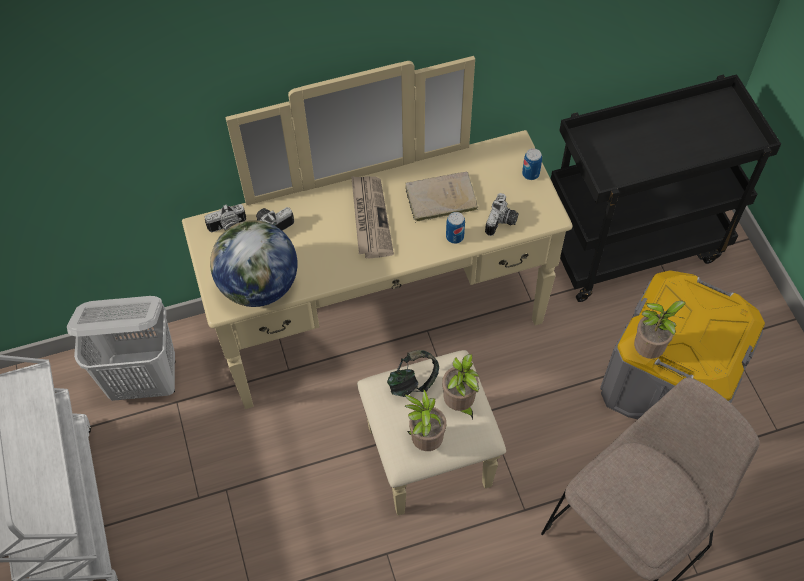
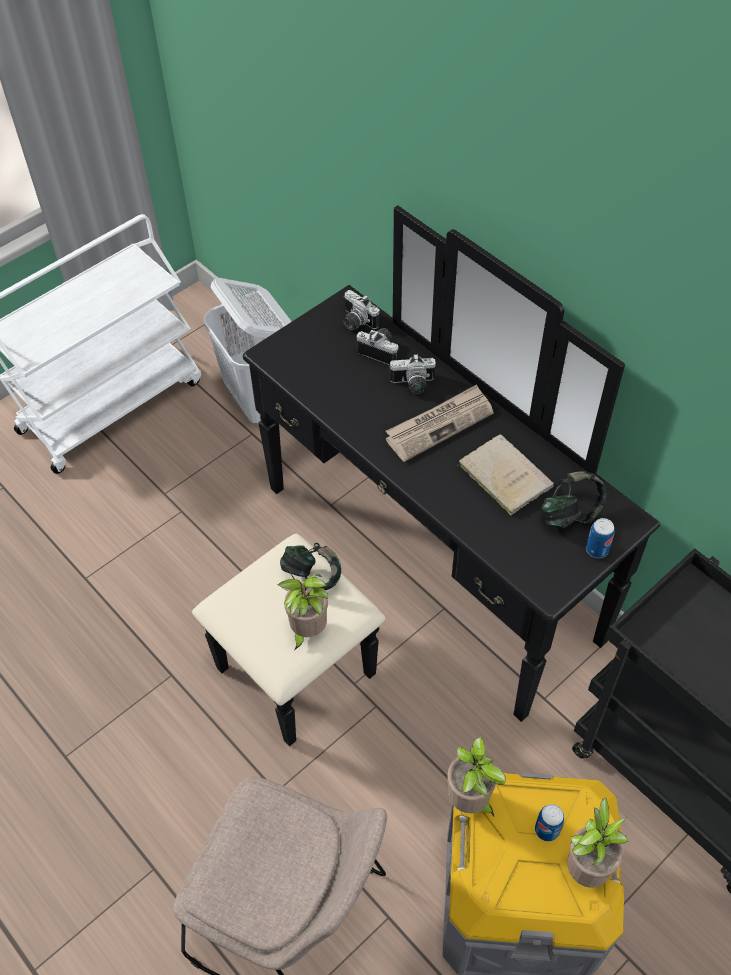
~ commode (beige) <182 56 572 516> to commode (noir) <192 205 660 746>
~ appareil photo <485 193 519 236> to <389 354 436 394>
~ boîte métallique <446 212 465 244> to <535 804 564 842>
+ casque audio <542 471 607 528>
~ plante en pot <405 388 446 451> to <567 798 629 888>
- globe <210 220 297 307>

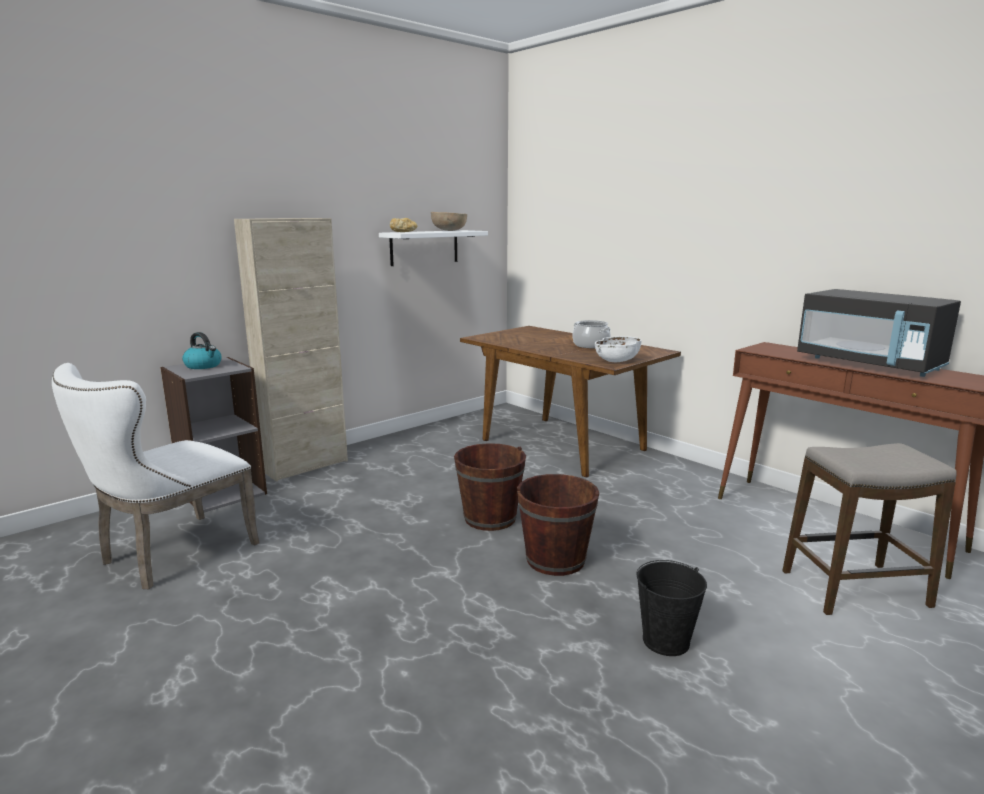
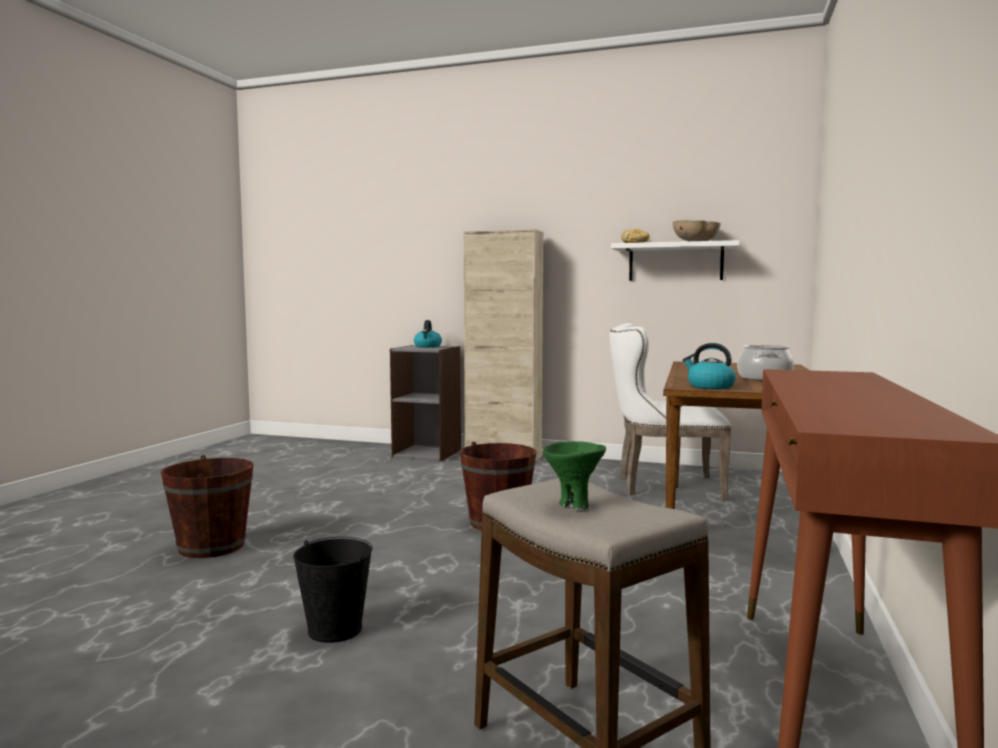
~ seau (marron) <517 474 599 576> to <161 455 253 558>
+ bol (vert) <543 441 606 509>
~ chaise (blanc) <52 363 260 589> to <610 323 732 501>
~ bol (blanc) <595 336 642 362> to bouilloire <683 343 736 389>
- micro-ondes (noir) <797 289 961 377>

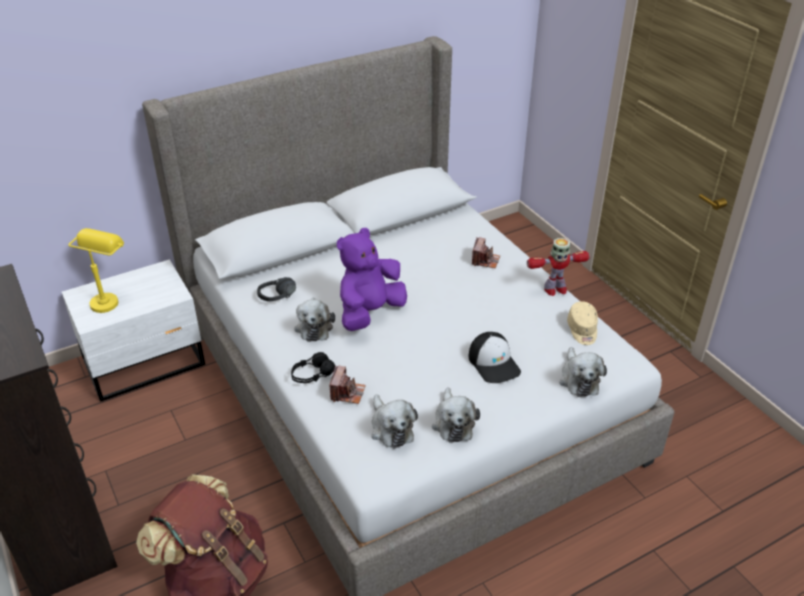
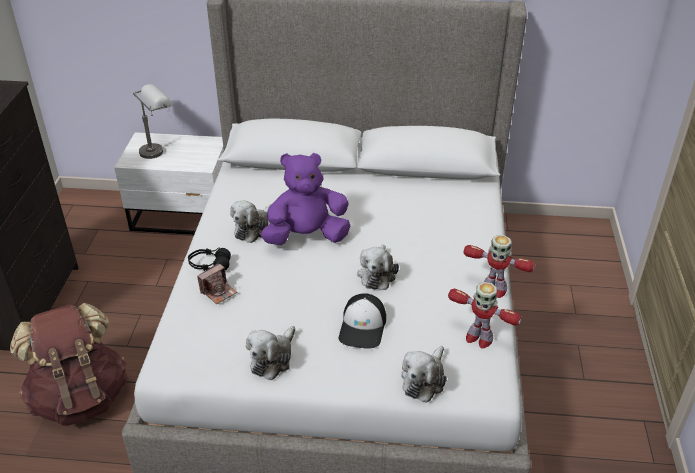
~ lampe de table (jaune) <68 228 124 313> to lampe de table (gris) <133 84 173 159>
~ peluche <371 395 418 448> to <357 245 399 290>
~ casquette (beige) <567 301 598 345> to robot jouet <448 282 522 348>
- casque audio (noir) <257 277 296 302>
- appareil photo <472 237 500 268>

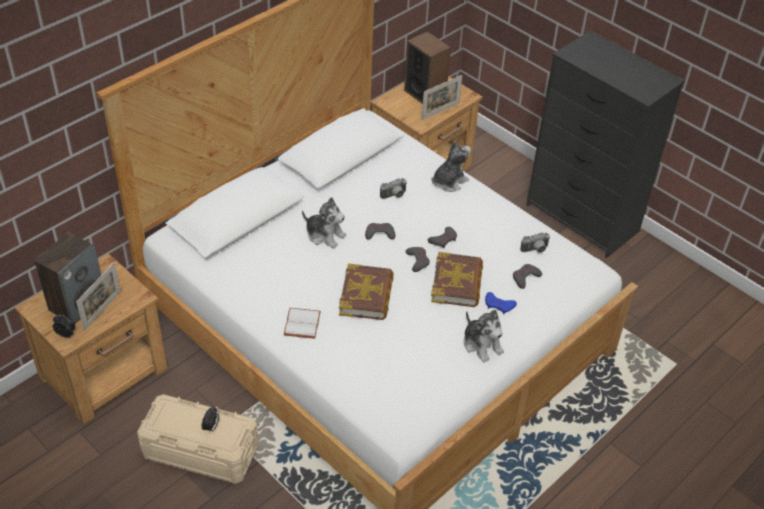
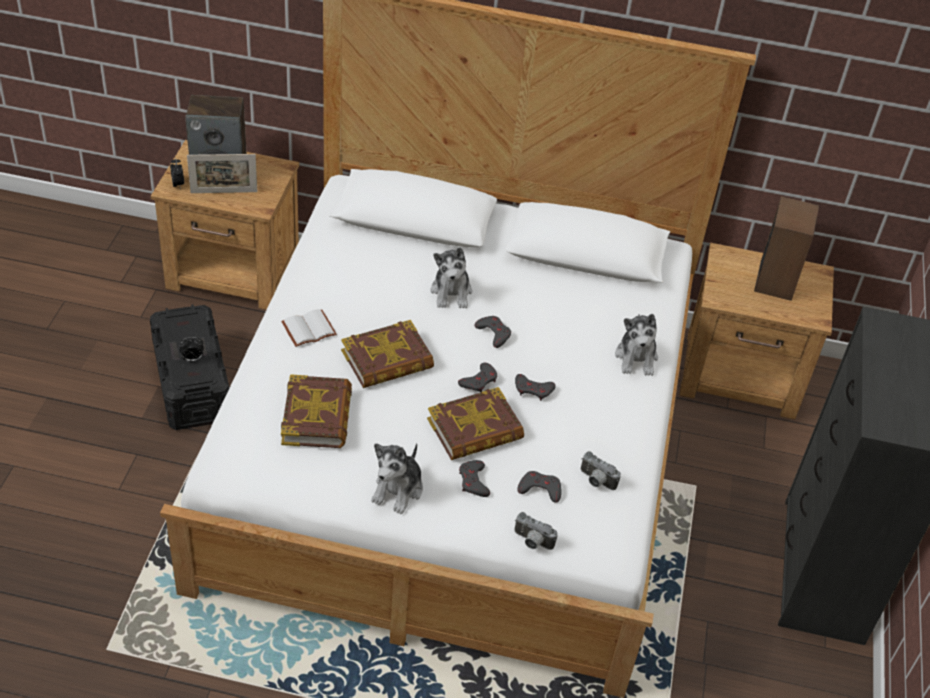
~ boîte de rangement (beige) <137 394 259 484> to boîte de rangement (noir) <150 304 230 430>
+ livre <281 374 352 448>
~ manette (bleu) <485 292 517 314> to manette (gris) <459 460 490 497>
~ appareil photo <380 178 407 199> to <514 512 558 550>
~ peluche <431 141 471 192> = <615 314 658 376> 75 degrees clockwise
- cadre photo <421 75 462 120>

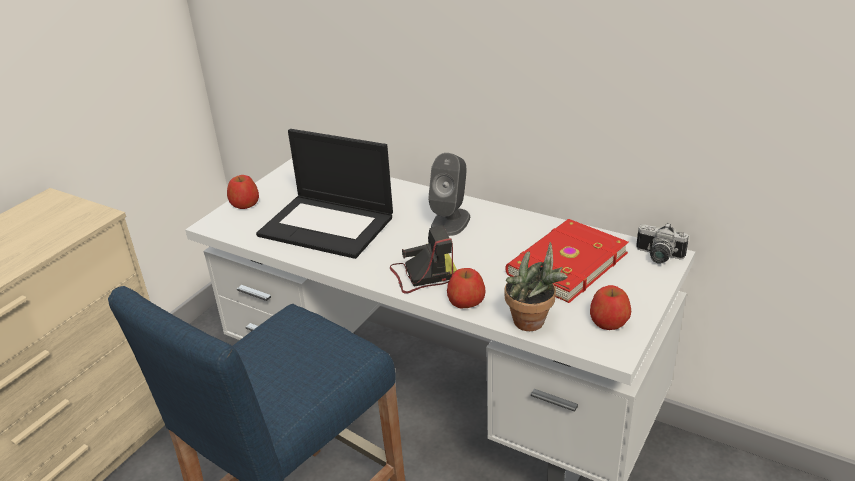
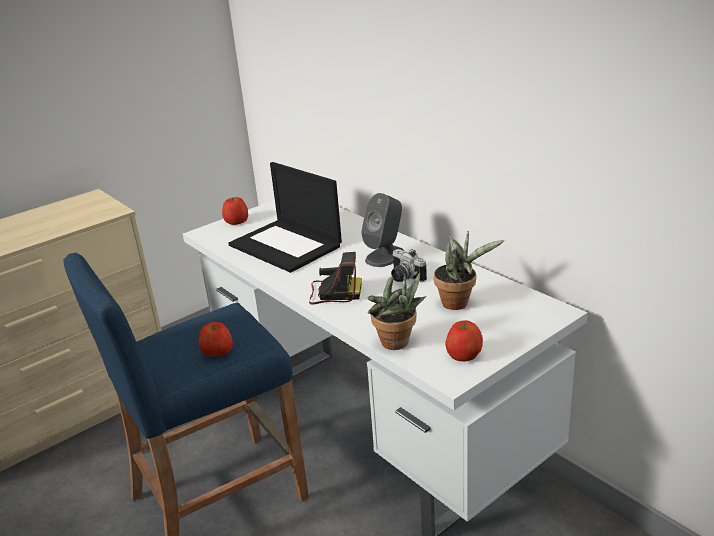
~ pomme <447 268 486 308> to <198 322 233 357>
~ appareil photo <636 223 689 264> to <391 249 427 282>
~ livre (rouge) <506 219 629 303> to plante en pot <434 231 505 310>

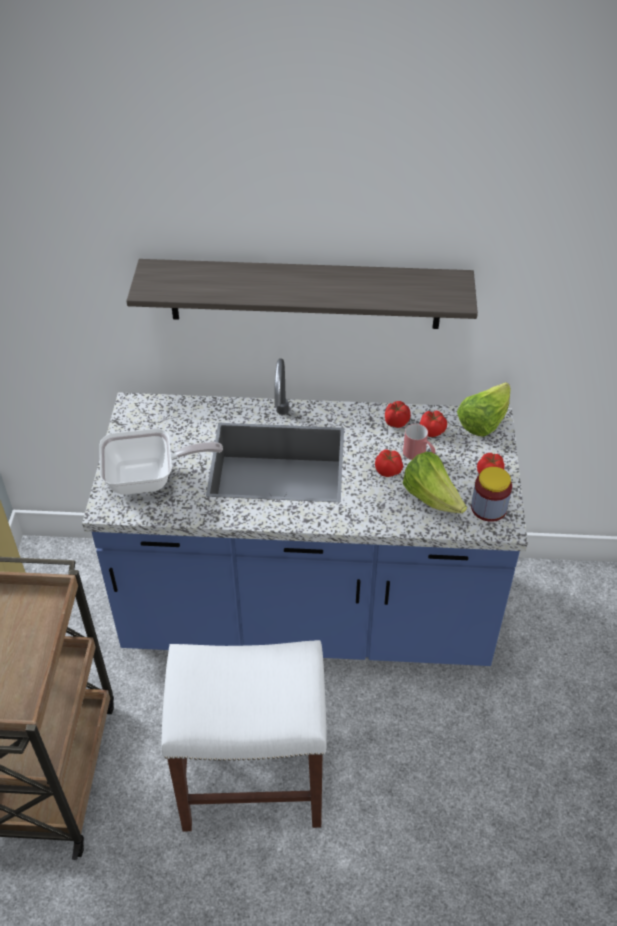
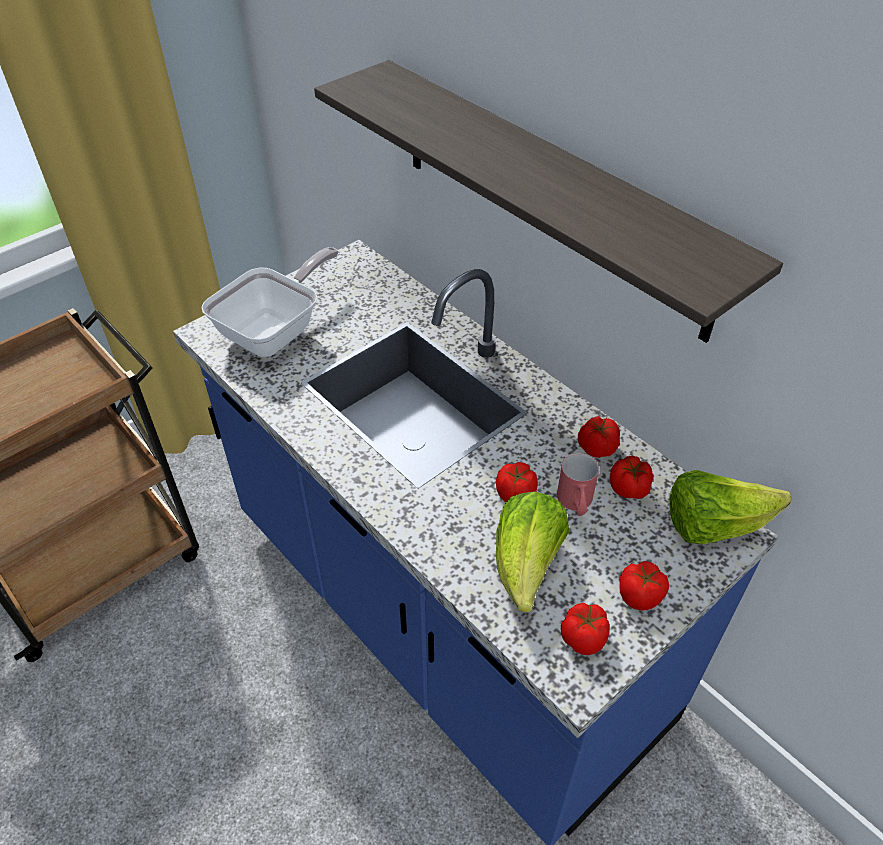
~ poêle <99 429 223 495> = <201 247 339 357> 90 degrees counterclockwise
~ bocal <471 467 512 522> to tomate <561 603 610 655>
- tabouret (blanc) <161 640 327 832>

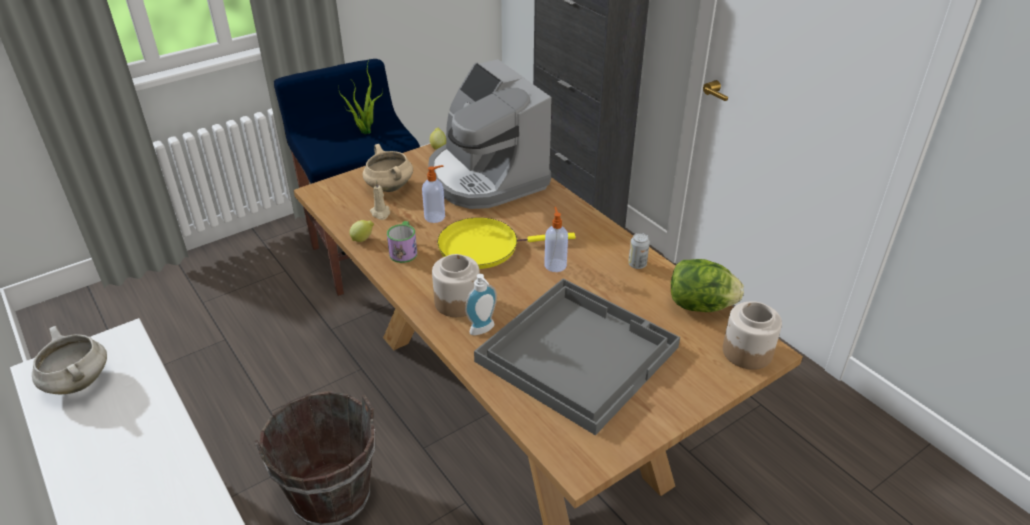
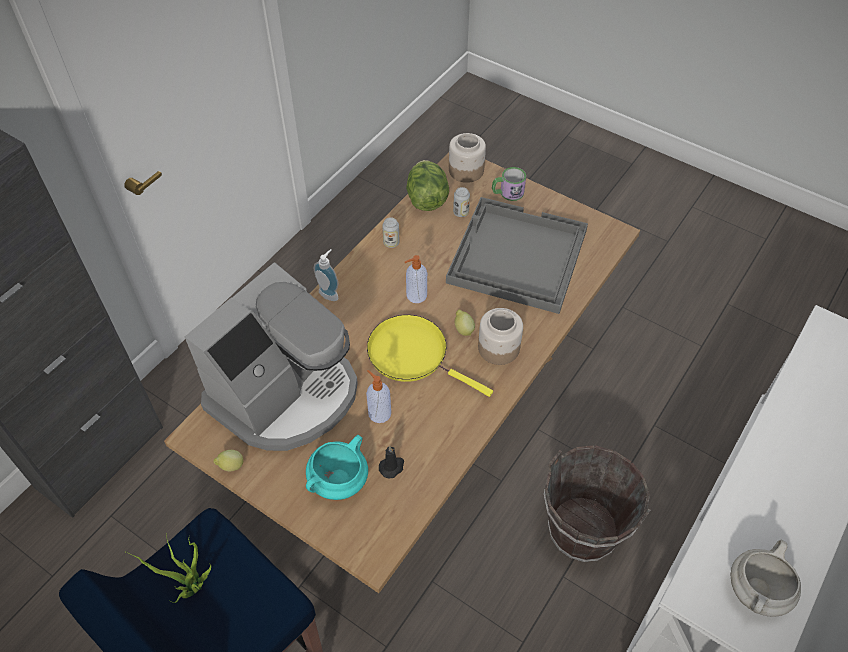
~ marmite (beige) <363 144 413 192> to marmite (turquoise) <306 435 368 500>
~ distributeur de savon <465 274 497 335> to <314 249 339 301>
~ poêle (jaune) <437 217 576 269> = <367 315 493 397> 150 degrees clockwise
~ bougie (beige) <370 180 390 220> to bougie (noir) <379 446 404 478>
+ boîte métallique <453 187 470 217>
~ citron <349 220 374 242> to <455 309 475 336>
~ mug <387 221 417 263> to <492 167 526 201>

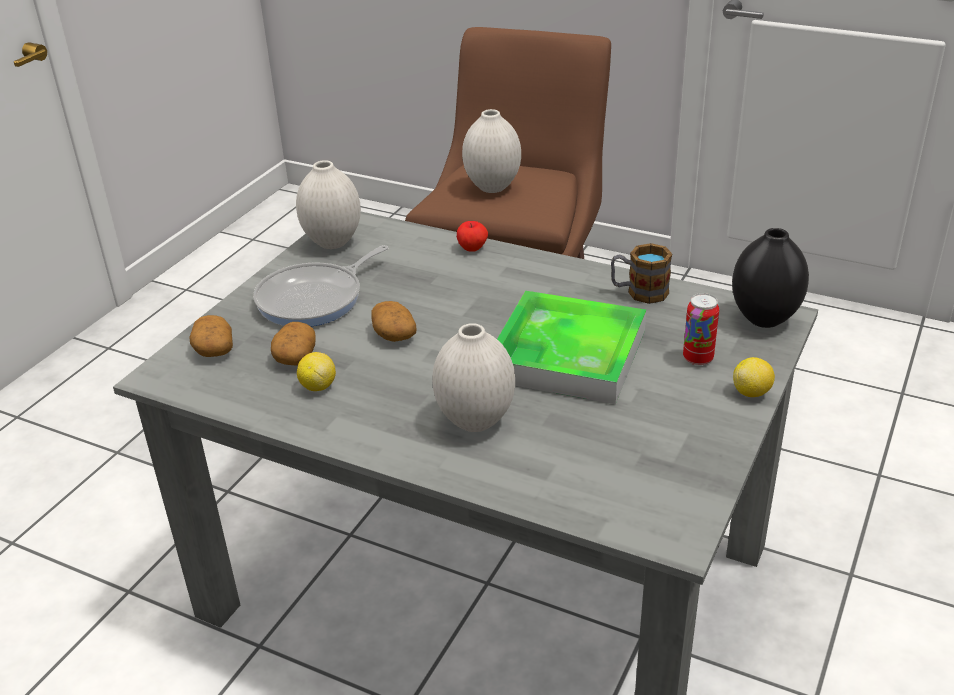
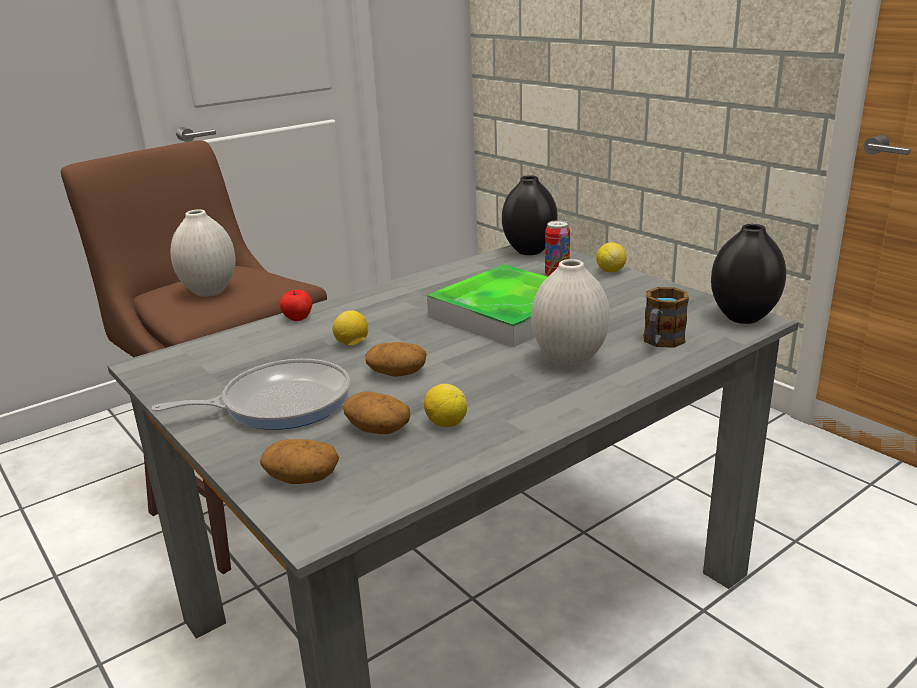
~ poêle <253 245 389 327> = <151 359 350 430> 90 degrees counterclockwise
+ citron <332 311 368 345>
~ mug <611 243 672 304> to <644 287 689 348>
+ vase (noir) <711 224 786 324>
- vase (blanc) <296 160 361 249>

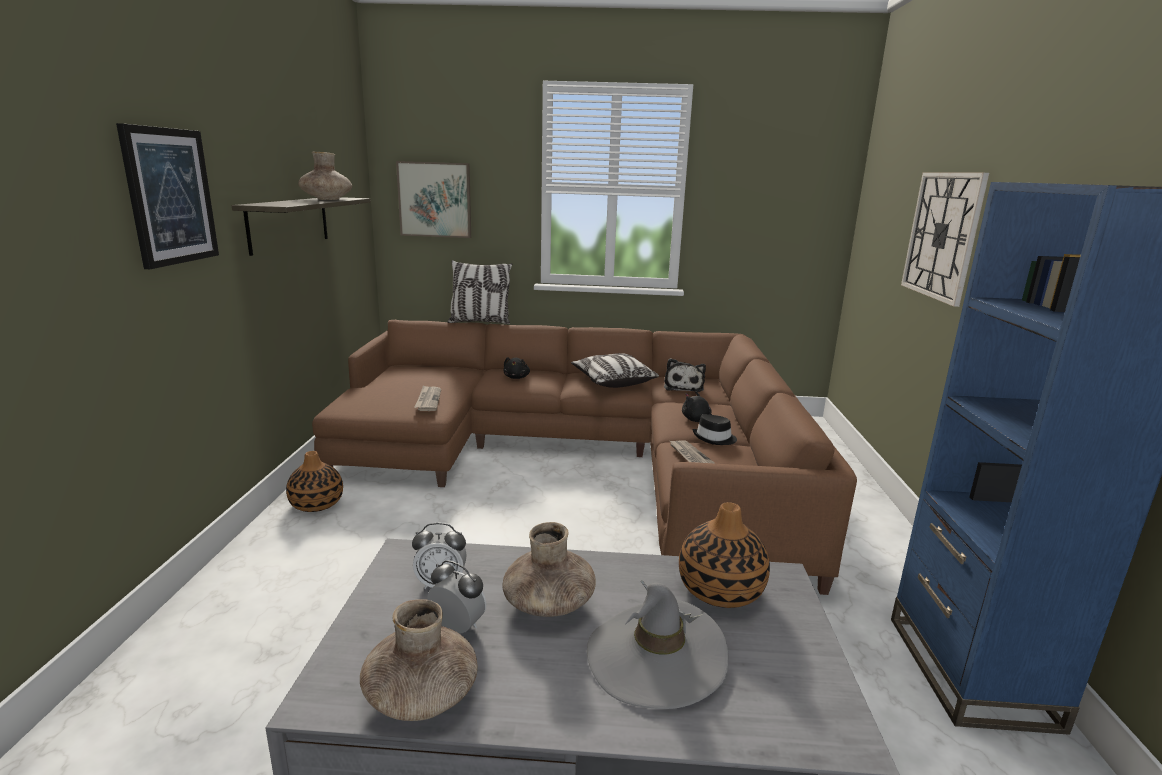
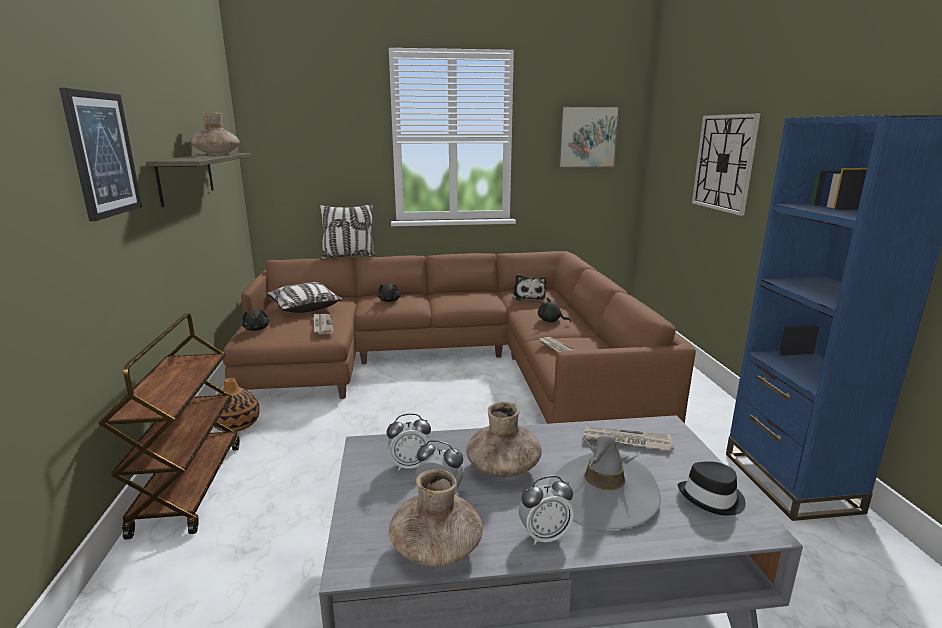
+ chariot (marron) <98 313 240 540>
+ peluche (noir) <242 310 270 331>
~ coussin <571 353 659 388> to <266 282 342 313>
+ réveil <519 476 574 545>
~ tableau <396 161 471 238> to <557 105 620 168>
~ vase <679 502 770 608> to journal <584 426 674 450>
~ chapeau (noir) <692 414 737 445> to <678 461 746 516>

